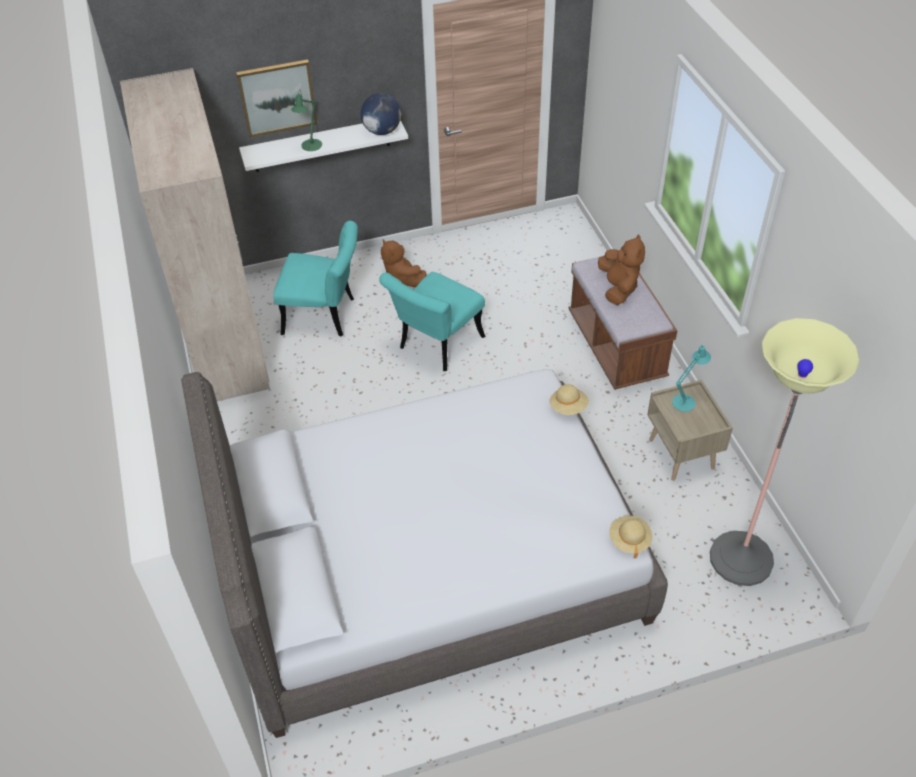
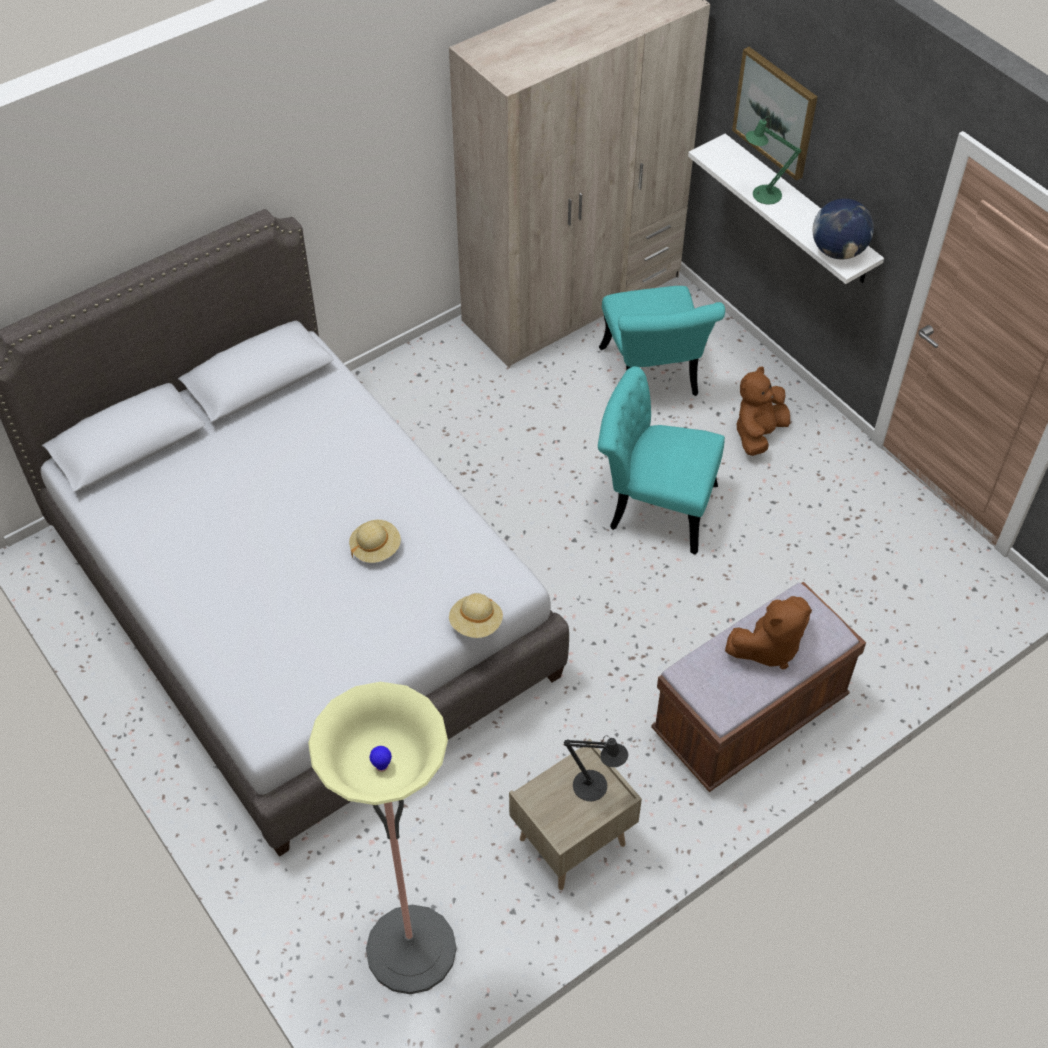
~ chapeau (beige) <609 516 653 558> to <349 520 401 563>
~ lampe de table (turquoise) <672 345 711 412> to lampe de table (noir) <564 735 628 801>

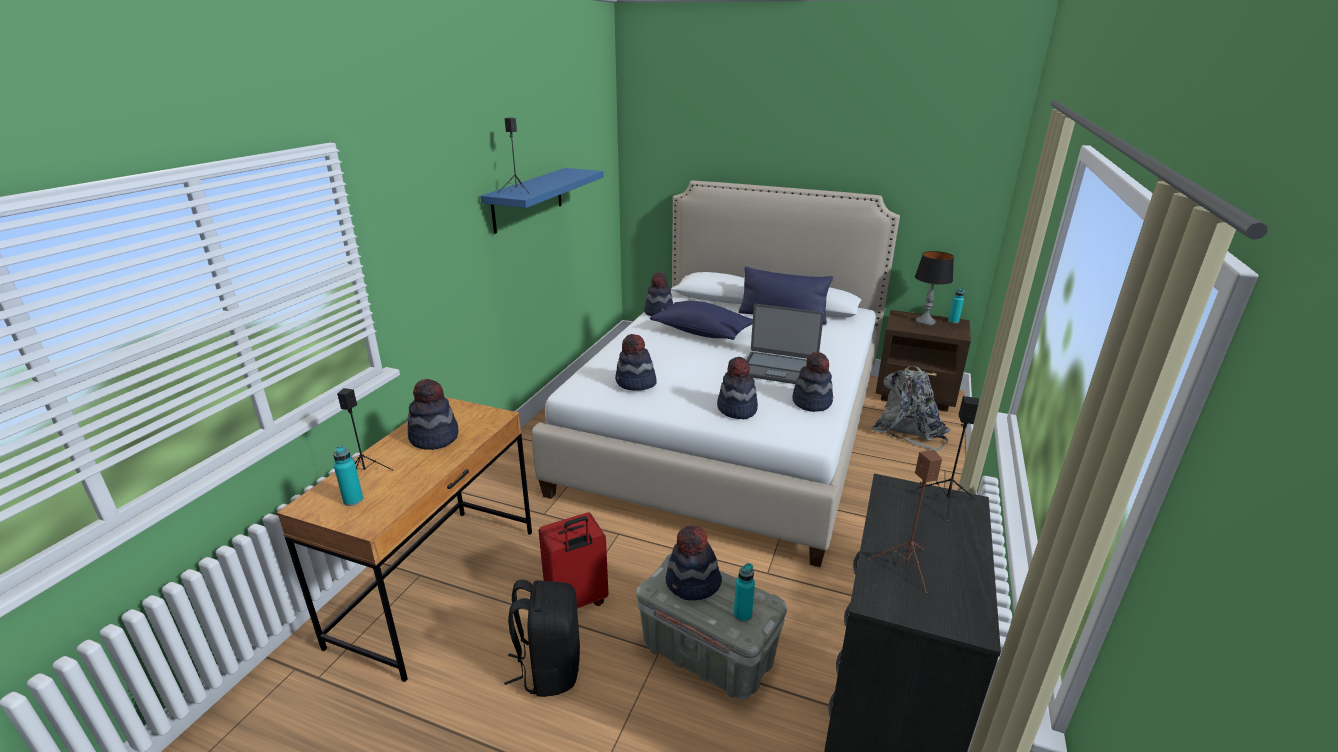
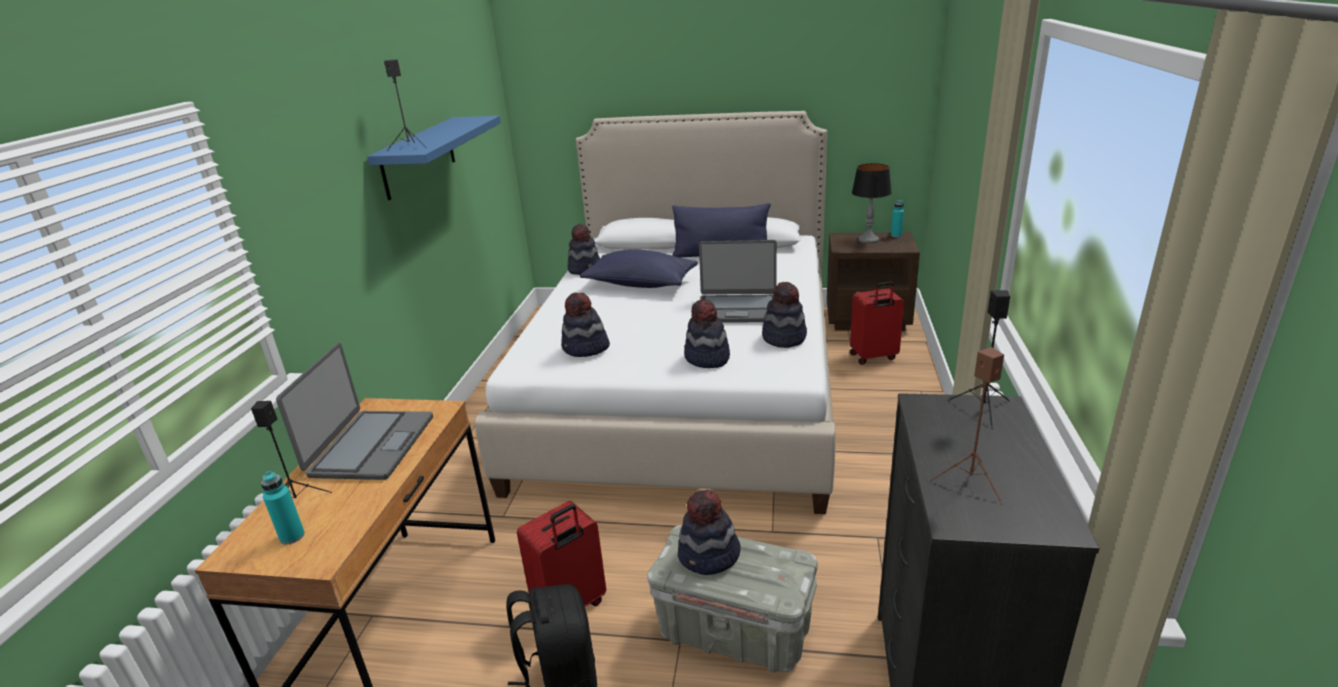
~ chapeau <408 379 458 450> to ordinateur portable <276 343 433 480>
~ sac à dos (gris) <872 365 951 452> to valise (rouge) <850 282 904 365>
- bouteille (turquoise) <734 563 755 622>

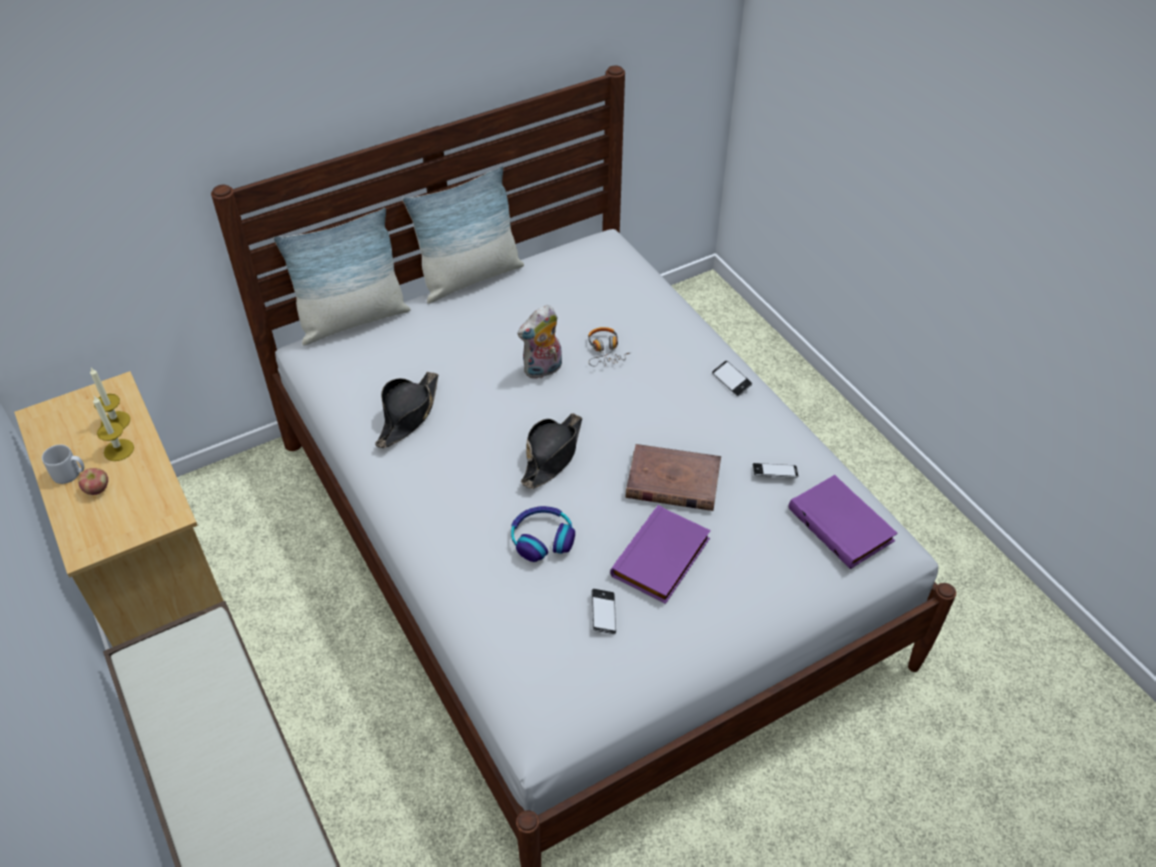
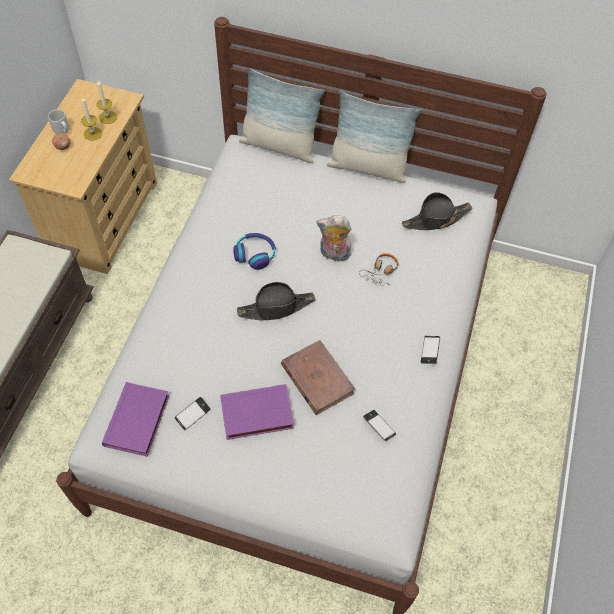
~ livre (violet) <788 475 898 569> to <102 382 169 457>
~ casque audio <511 506 575 562> to <233 233 276 270>
~ chapeau (noir) <375 372 438 448> to <402 192 473 230>

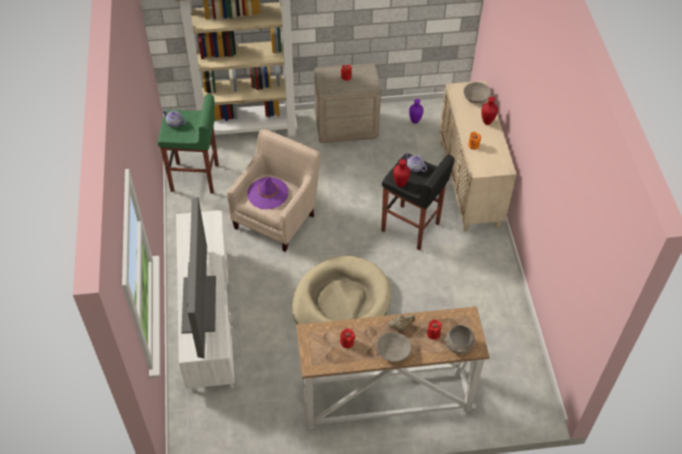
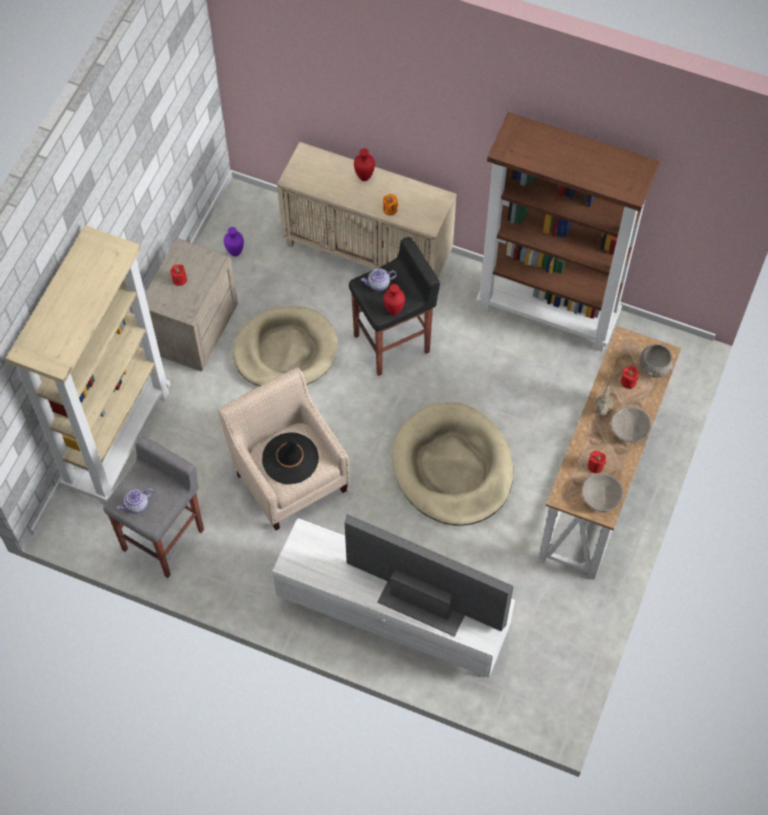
~ tabouret (vert) <158 94 219 194> to tabouret (gris) <103 436 204 578>
+ panier pour chien (beige) <233 306 338 386>
~ chapeau (violet) <247 177 288 209> to chapeau (noir) <262 432 319 484>
+ bibliothèque (marron) <476 112 660 352>
~ bol (gris) <464 82 491 103> to <582 473 623 512>

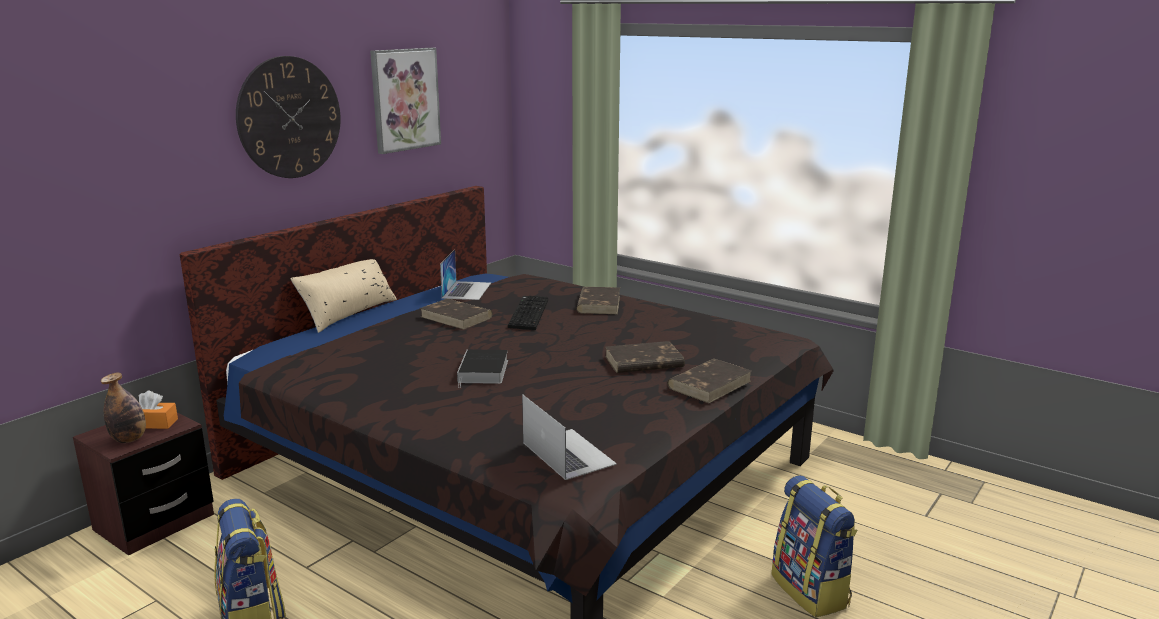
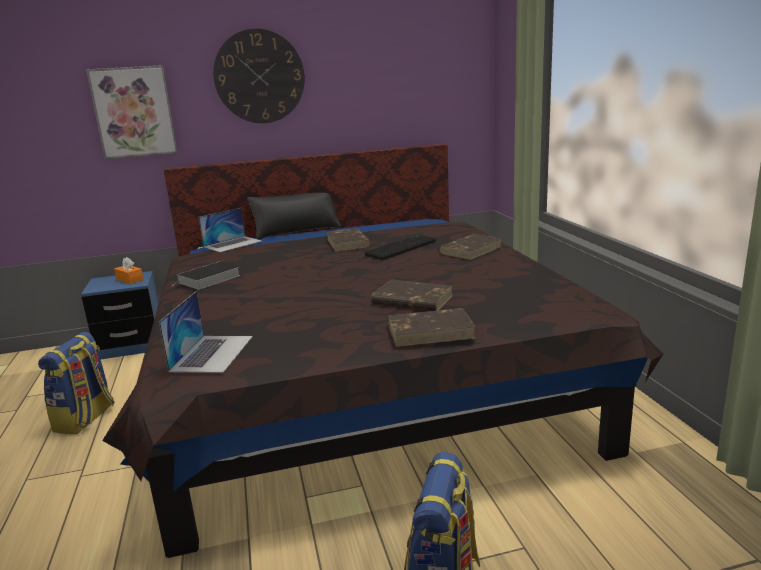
~ table de chevet (marron) <73 413 214 556> to table de chevet (bleu) <81 271 159 359>
~ tableau <370 48 441 154> to <86 65 178 159>
~ livre <457 350 508 388> to <171 262 240 290>
~ ordinateur portable <440 249 491 300> to <199 208 262 252>
~ coussin (beige) <290 259 397 333> to coussin (noir) <247 193 341 240>
- bouteille <101 373 146 443>

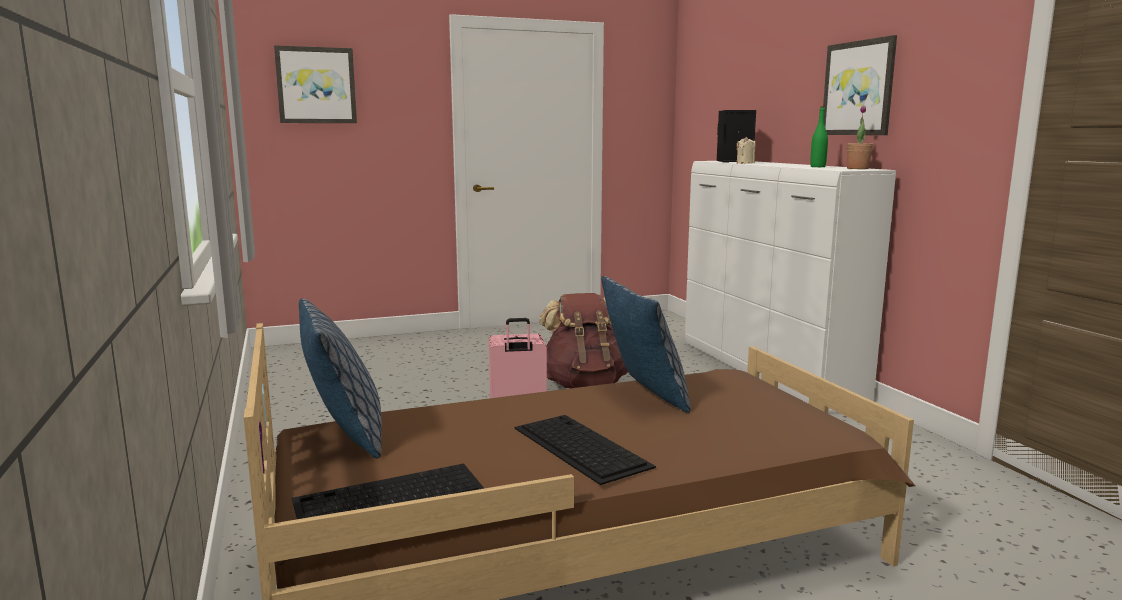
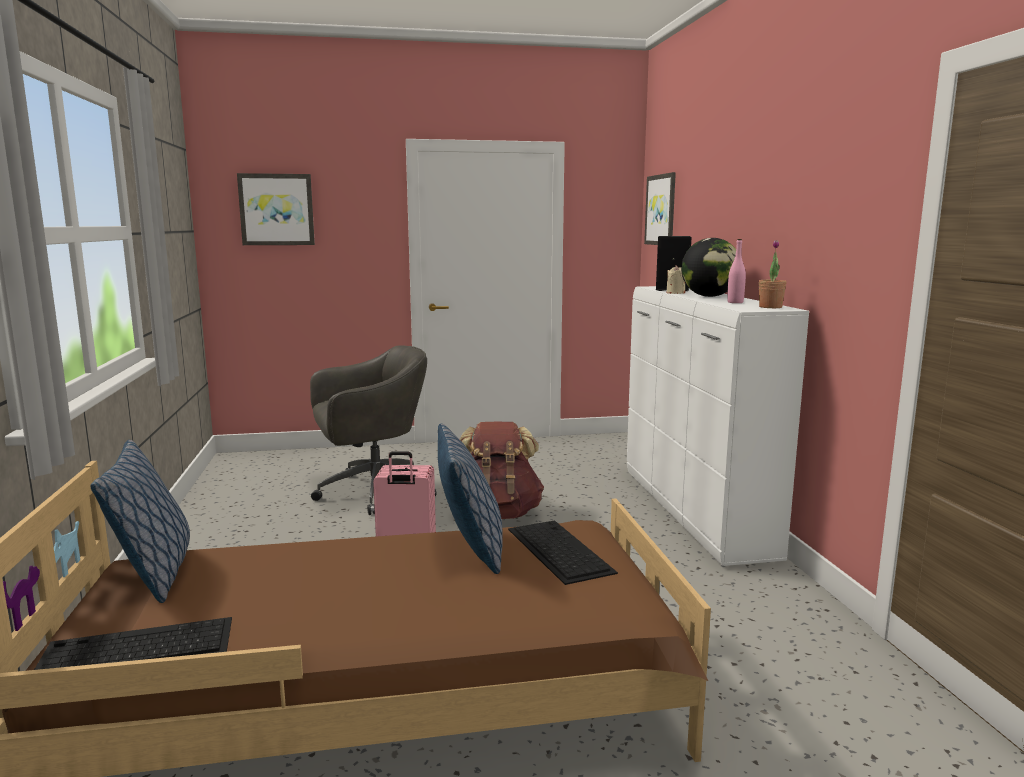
+ chaise de bureau (gris) <310 345 437 515>
~ clavier <515 415 656 485> to <508 520 618 585>
~ tableau <823 35 897 135> to <644 172 676 245>
+ globe <681 238 736 297>
~ bouteille (vert) <810 106 828 167> to bouteille (rose) <727 239 746 303>

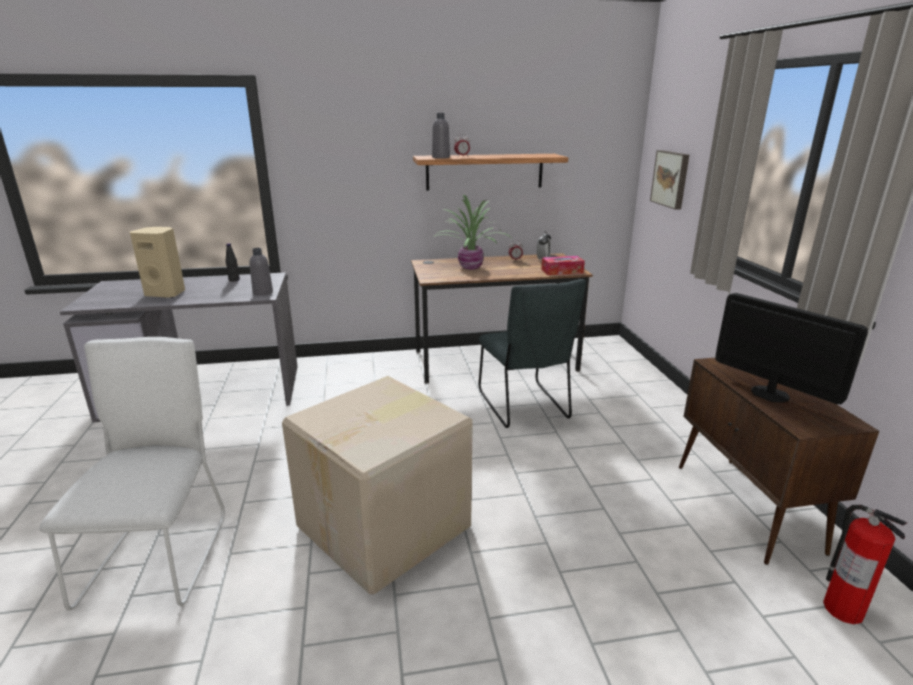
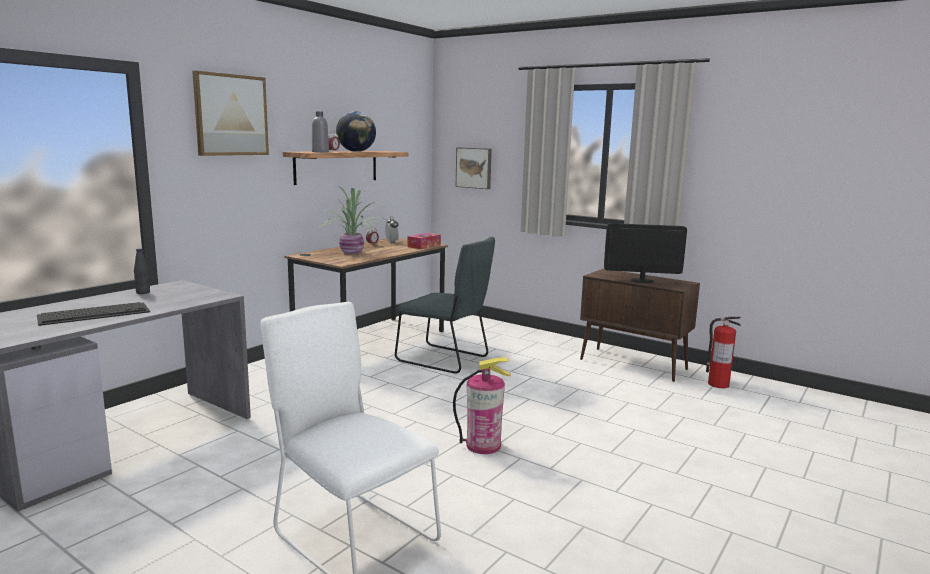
~ enceinte (beige) <130 227 185 298> to clavier <37 302 150 326>
+ tableau <192 71 269 156>
+ globe <336 111 376 152>
~ carton <282 376 473 594> to extincteur <453 357 511 454>
- bouteille (gris) <249 248 273 296>

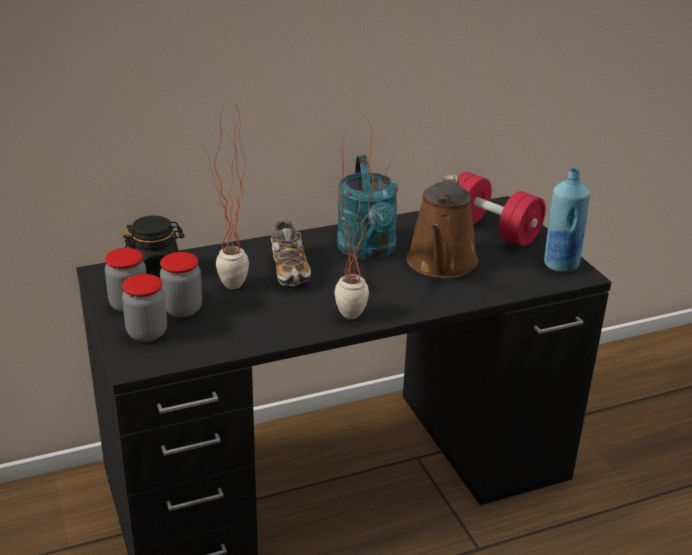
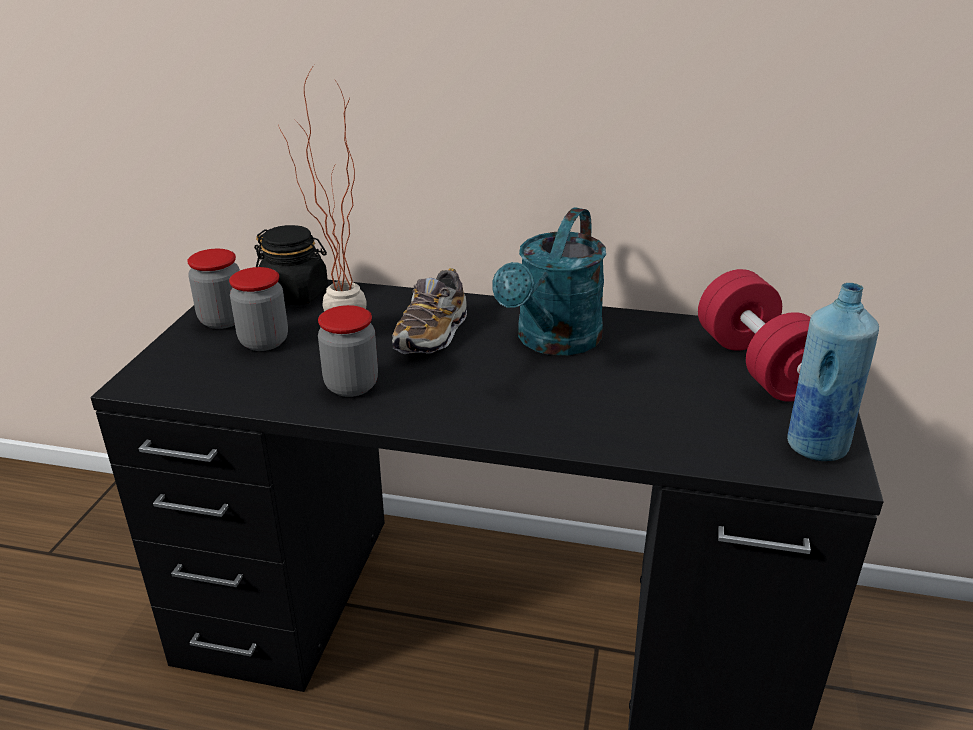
~ bocal <122 274 167 342> to <318 305 378 397>
- plante en pot <334 115 392 319>
- arrosoir (marron) <407 175 479 279>

